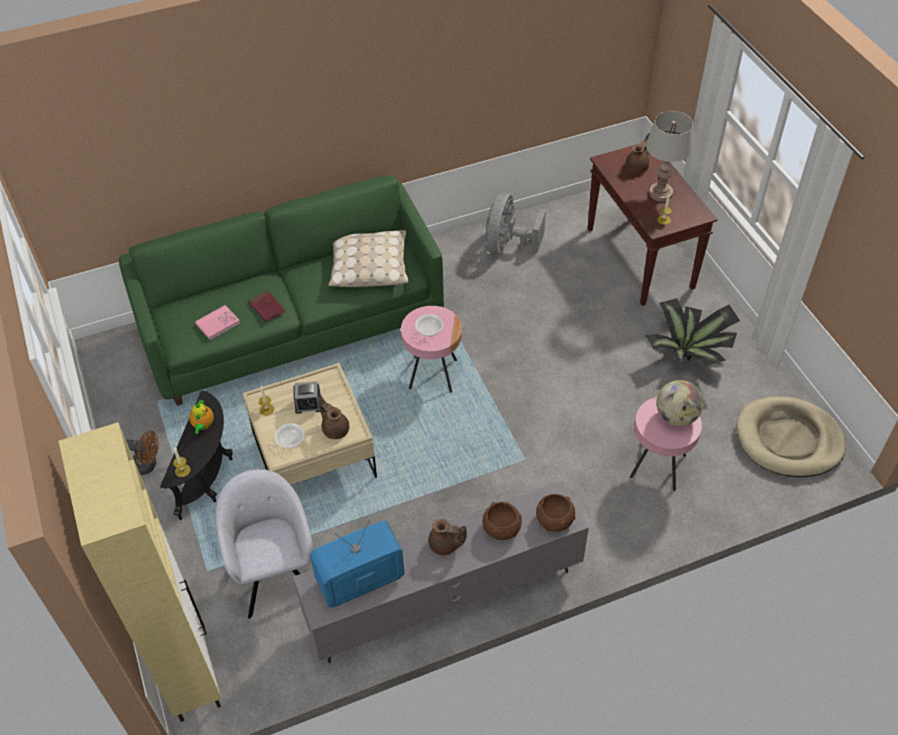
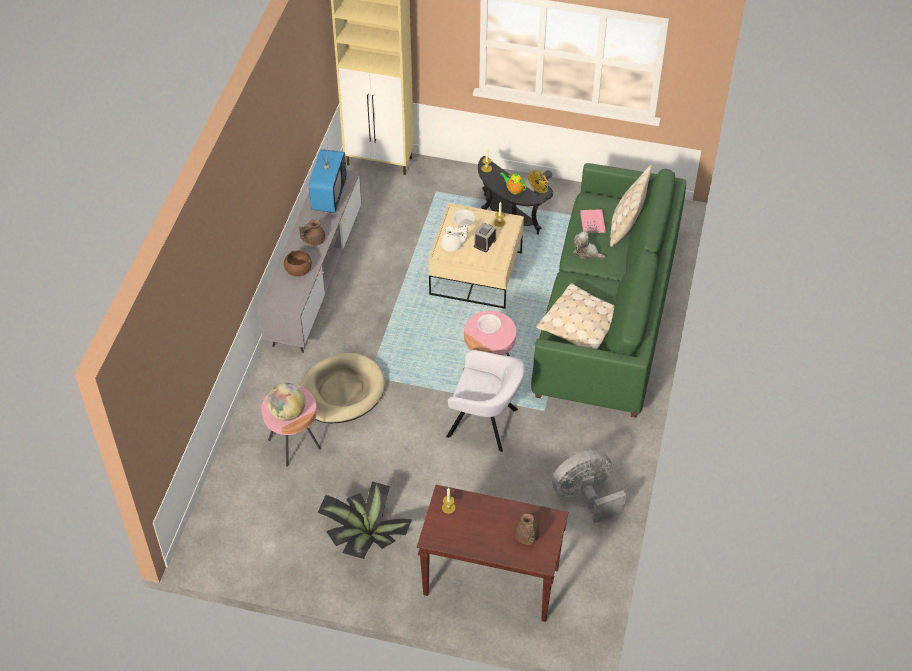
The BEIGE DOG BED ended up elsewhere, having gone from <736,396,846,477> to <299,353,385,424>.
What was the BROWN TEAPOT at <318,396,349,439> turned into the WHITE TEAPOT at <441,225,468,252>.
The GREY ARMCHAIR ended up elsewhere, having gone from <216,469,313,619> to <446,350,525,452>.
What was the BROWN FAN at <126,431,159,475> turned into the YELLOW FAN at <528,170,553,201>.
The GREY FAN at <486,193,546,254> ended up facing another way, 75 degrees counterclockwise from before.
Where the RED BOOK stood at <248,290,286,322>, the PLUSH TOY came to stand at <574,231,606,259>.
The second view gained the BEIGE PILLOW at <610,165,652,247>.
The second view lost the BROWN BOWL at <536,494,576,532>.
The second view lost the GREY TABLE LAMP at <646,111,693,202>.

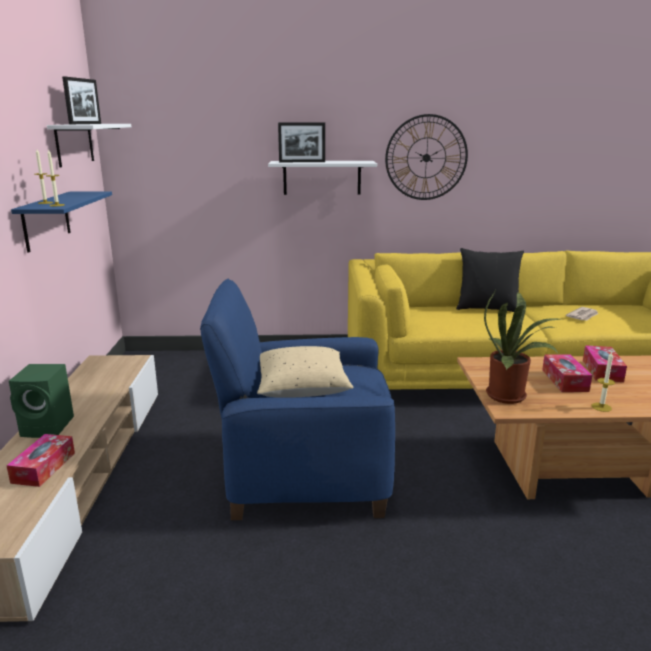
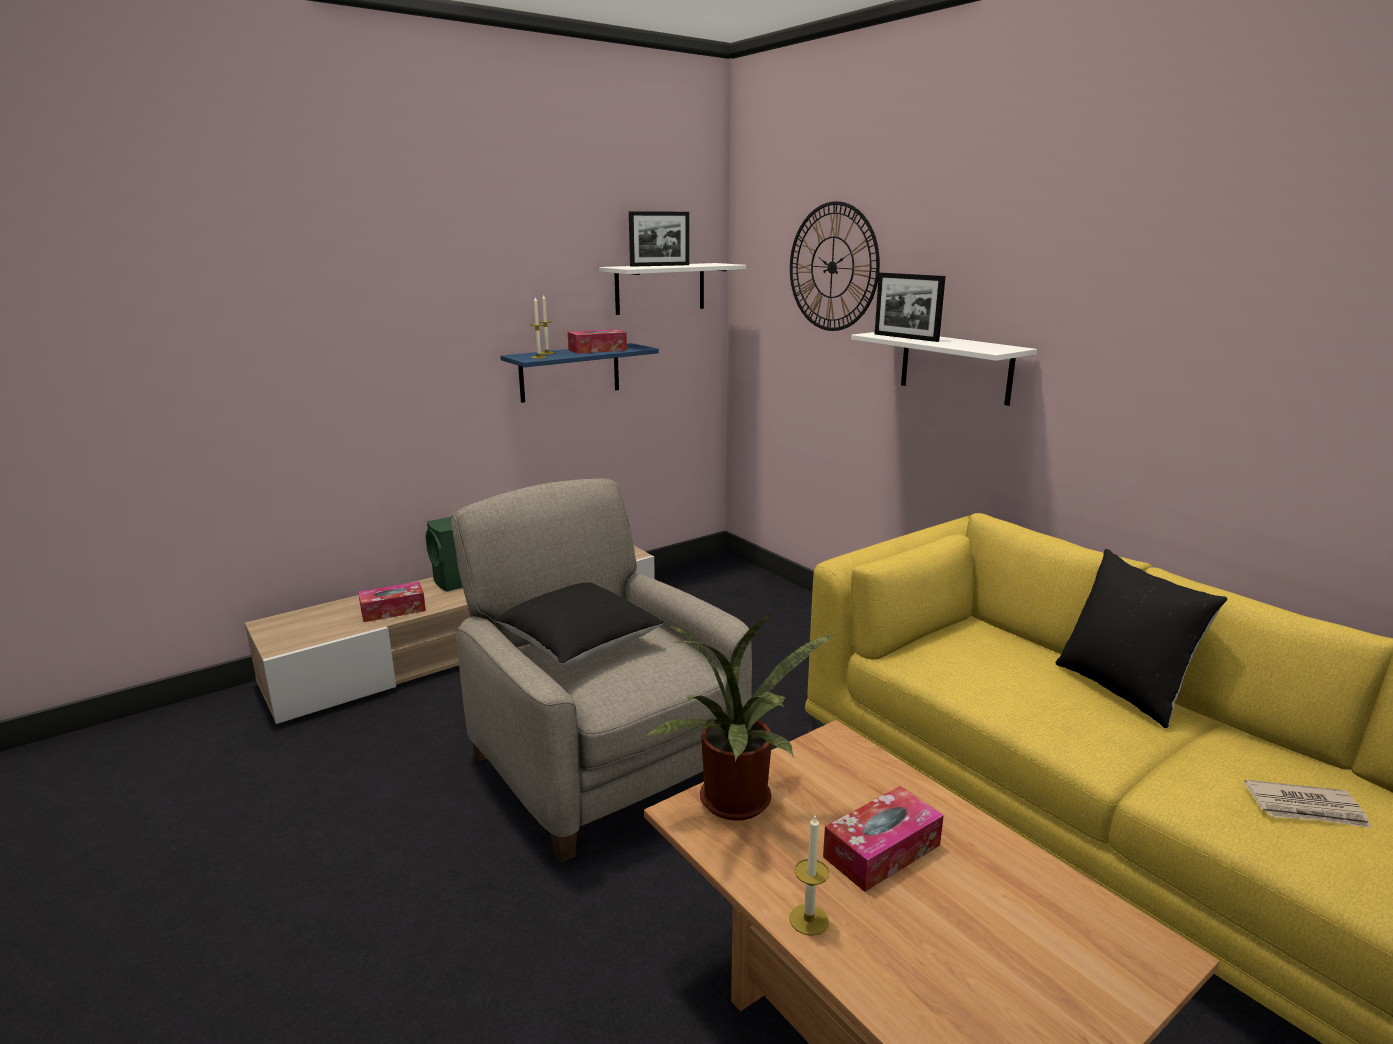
What was the BLUE ARMCHAIR at <200,278,395,520> turned into the BEIGE ARMCHAIR at <452,478,752,863>.
What was the BEIGE PILLOW at <257,346,353,398> turned into the BLACK PILLOW at <493,582,664,665>.
The TISSUE BOX ended up elsewhere, having gone from <583,345,627,382> to <568,329,627,354>.
The WALL CLOCK ended up elsewhere, having gone from <385,114,468,200> to <790,201,880,331>.

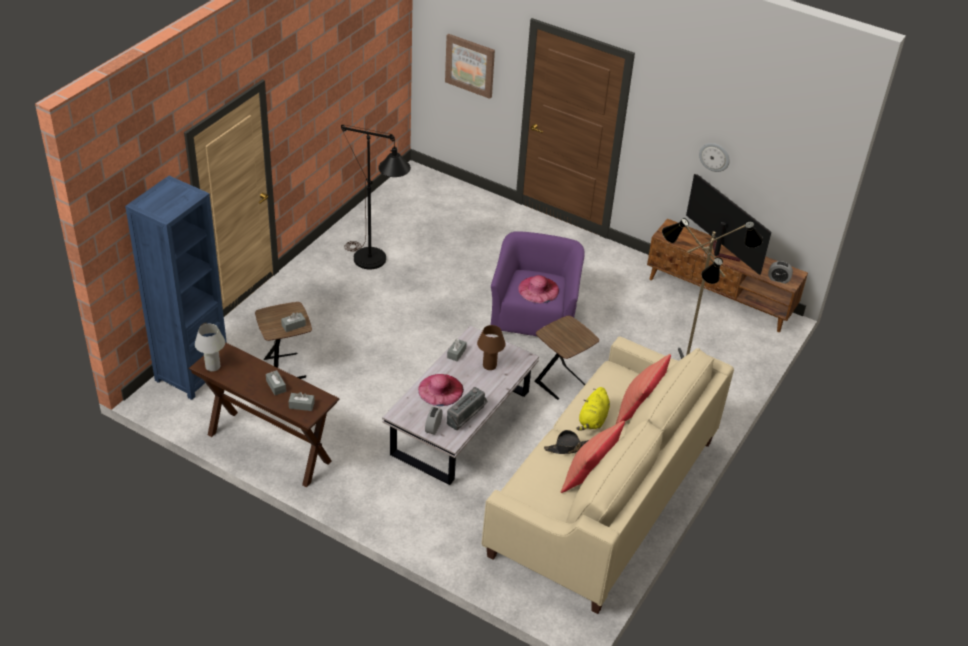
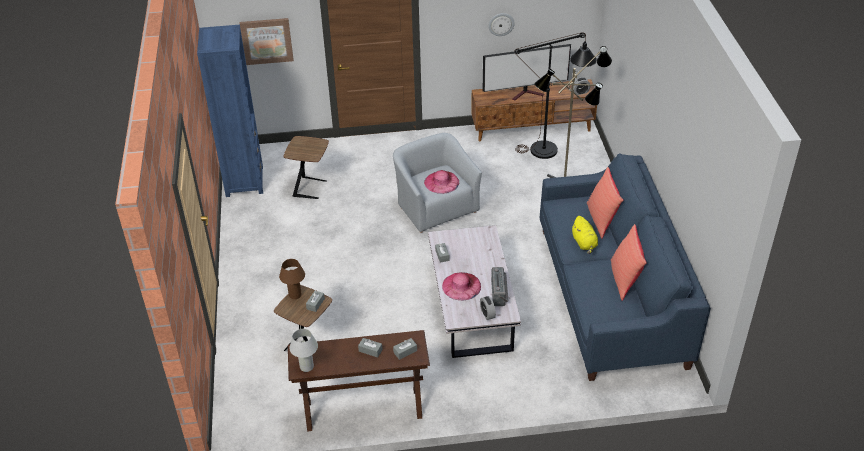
The BLUE BOOKCASE ended up elsewhere, having gone from <125,176,227,400> to <197,25,263,197>.
The BROWN TABLE LAMP ended up elsewhere, having gone from <477,325,506,370> to <279,259,305,299>.
The BROWN SIDE TABLE ended up elsewhere, having gone from <534,315,599,400> to <283,136,329,199>.
What was the PURPLE ARMCHAIR at <490,231,585,336> turned into the GREY ARMCHAIR at <393,133,482,233>.
The TELEVISION at <686,174,772,275> ended up facing another way, 150 degrees clockwise from before.
The BLACK FLOOR LAMP ended up elsewhere, having gone from <341,124,411,270> to <514,32,597,159>.
What was the BEIGE SOFA at <482,336,734,614> turned into the BLUE SOFA at <539,153,711,381>.
The second view lost the BLACK HAT at <544,430,589,454>.

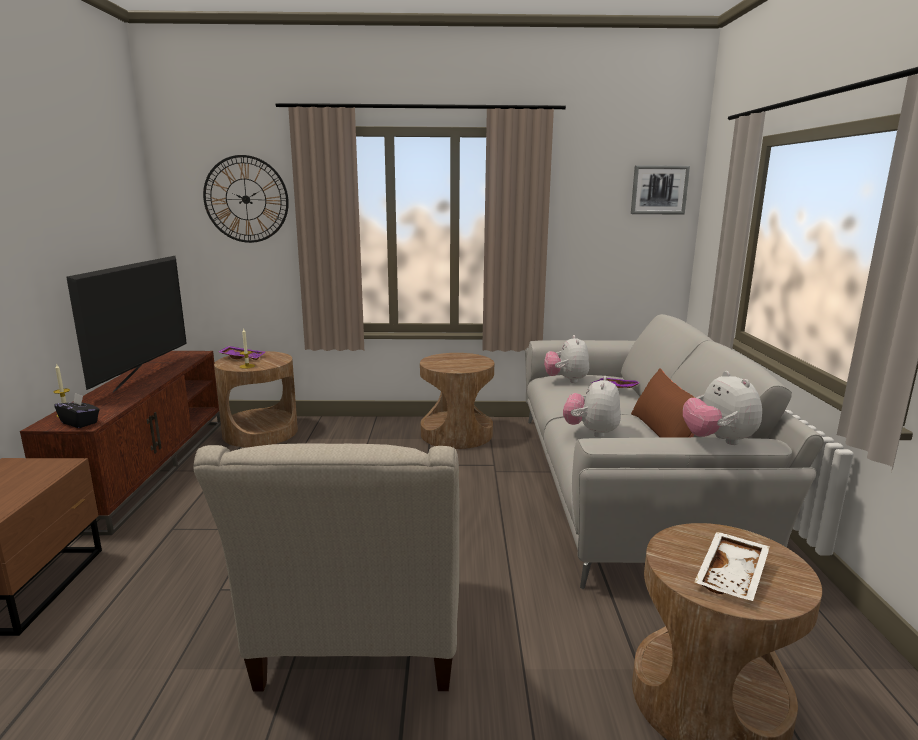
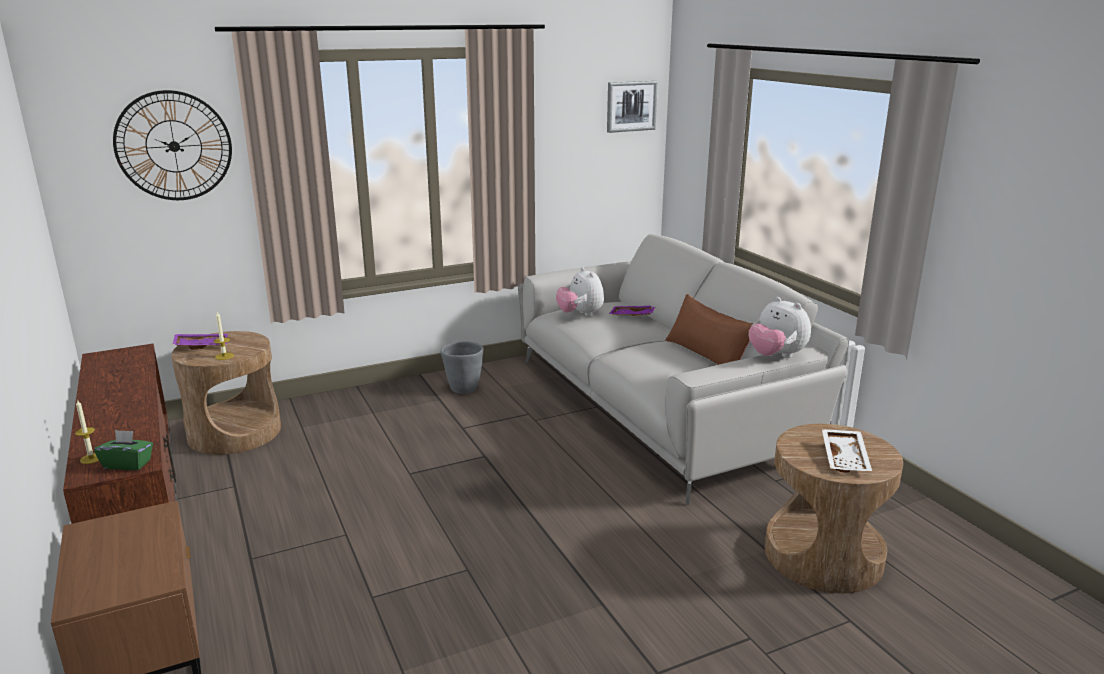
What was the BLACK TISSUE BOX at <54,393,100,428> turned into the GREEN TISSUE BOX at <94,430,153,470>.
Where the BROWN SIDE TABLE stood at <420,353,494,449>, the GREY PLANTER came to stand at <441,341,483,394>.
The second view lost the TELEVISION at <66,256,187,392>.
The second view lost the BEIGE ARMCHAIR at <194,443,459,691>.
The second view lost the PLUSH TOY at <563,376,621,438>.

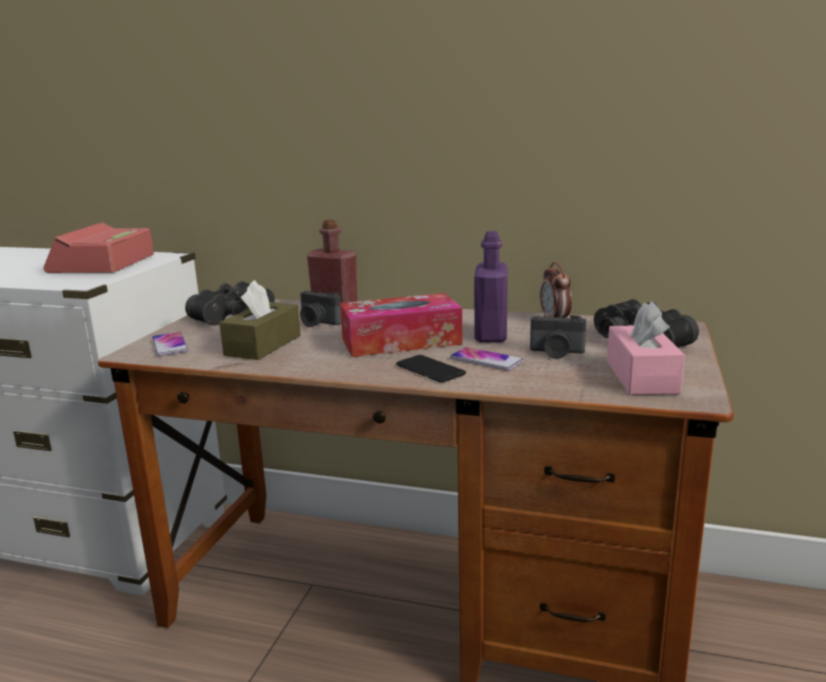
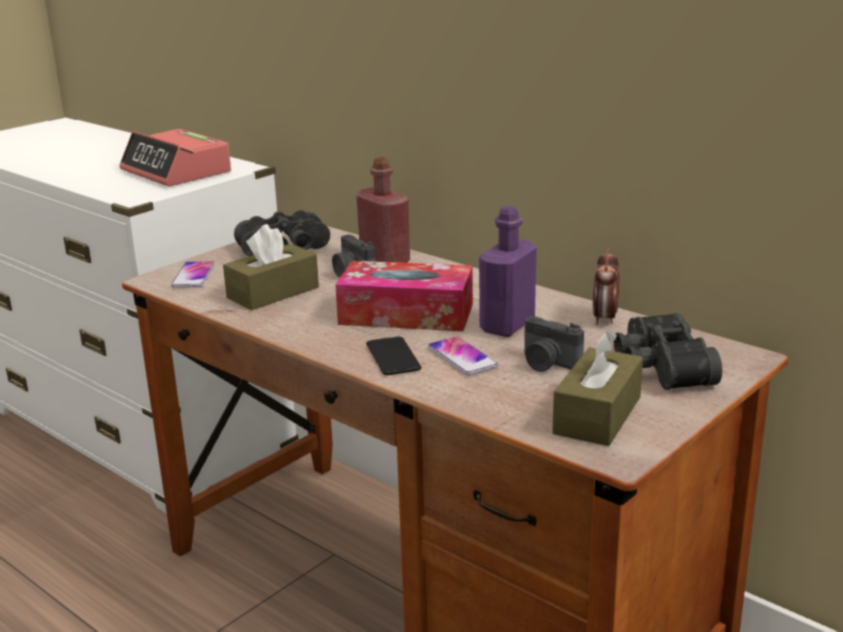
The ALARM CLOCK at <44,222,154,273> ended up facing another way, 75 degrees counterclockwise from before.
What was the PINK TISSUE BOX at <607,301,685,395> turned into the BROWN TISSUE BOX at <552,331,643,446>.

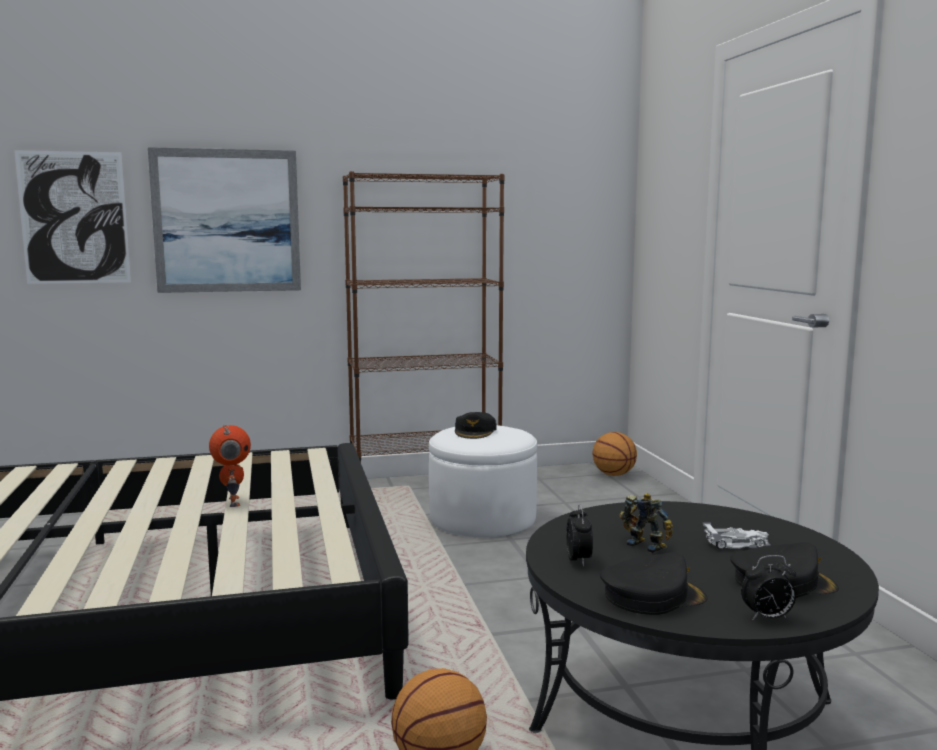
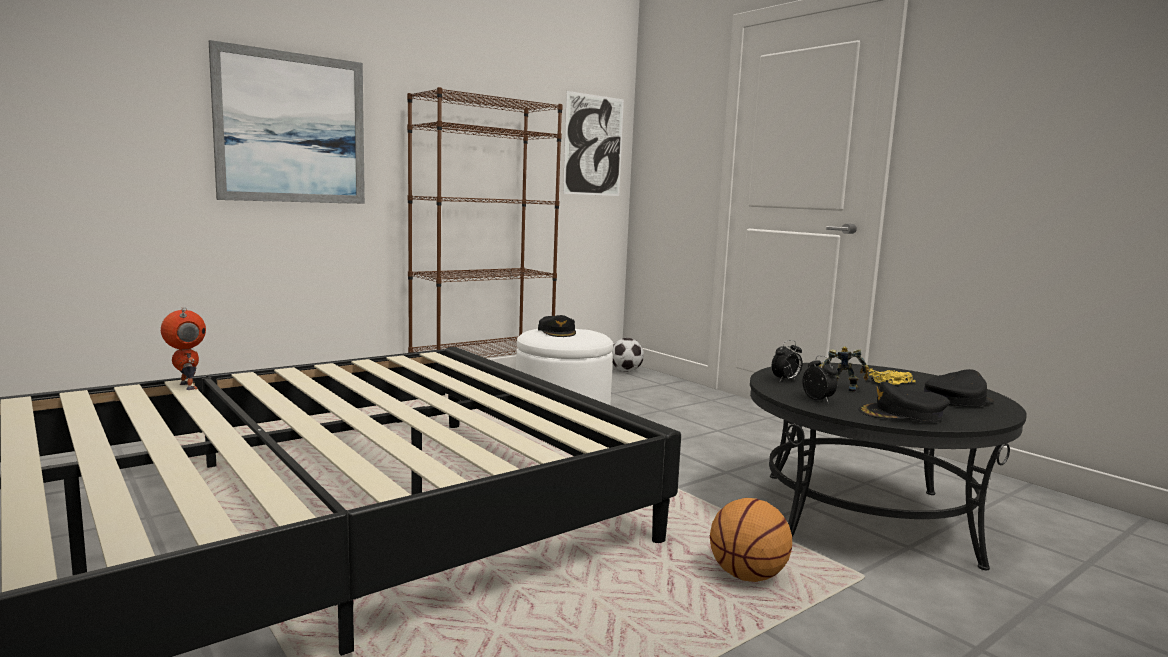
The TOY ROBOT ended up elsewhere, having gone from <209,425,251,507> to <161,307,206,390>.
The PICTURE ended up elsewhere, having gone from <14,150,131,284> to <563,91,624,196>.
Where the BASKETBALL stood at <592,432,637,476>, the FOOTBALL came to stand at <612,338,644,372>.
The ALARM CLOCK ended up elsewhere, having gone from <741,555,796,620> to <772,340,802,381>.
The BLACK CAP at <600,552,707,615> ended up facing another way, 135 degrees counterclockwise from before.
What was the WHITE TOY CAR at <703,522,771,549> turned into the YELLOW TOY CAR at <869,368,916,385>.

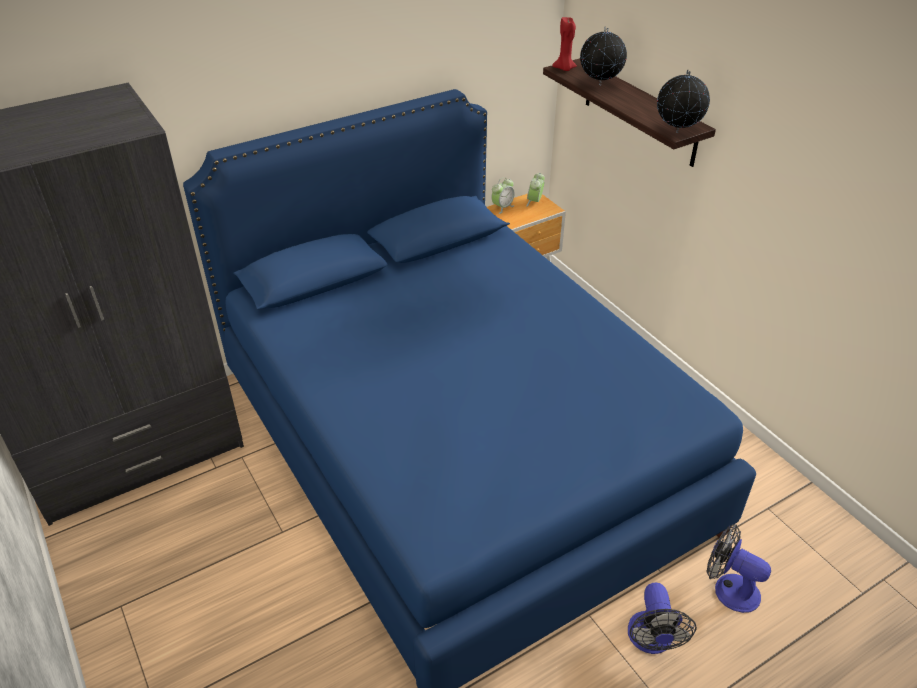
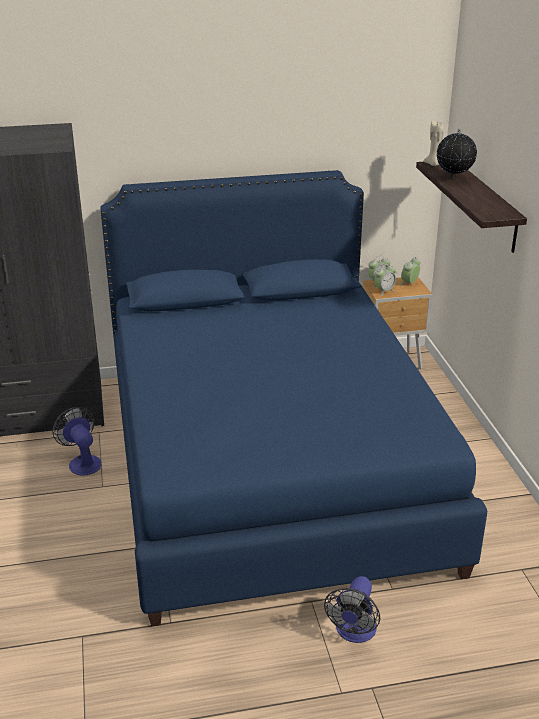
The FAN ended up elsewhere, having gone from <707,524,771,613> to <52,407,101,476>.
The second view gained the ALARM CLOCK at <374,263,396,296>.
What was the RED CANDLE at <552,17,577,71> turned into the BEIGE CANDLE at <424,121,444,166>.
The second view lost the GLOBE at <657,70,710,133>.

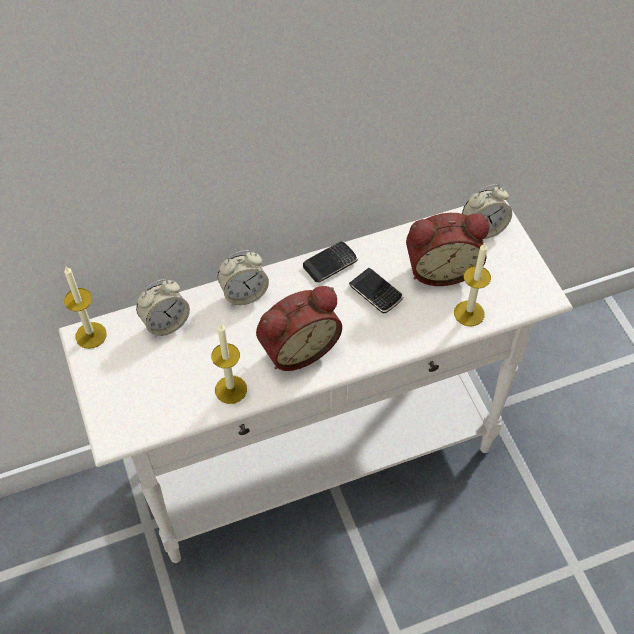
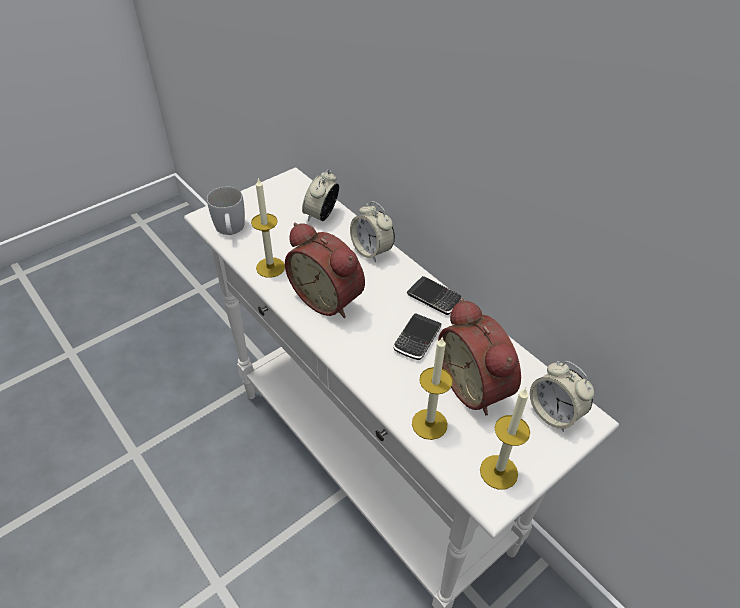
The second view gained the WHITE MUG at <207,186,245,235>.
The ALARM CLOCK at <136,279,190,337> ended up facing another way, 75 degrees clockwise from before.
The CANDLE ended up elsewhere, having gone from <64,266,107,349> to <480,388,530,490>.

